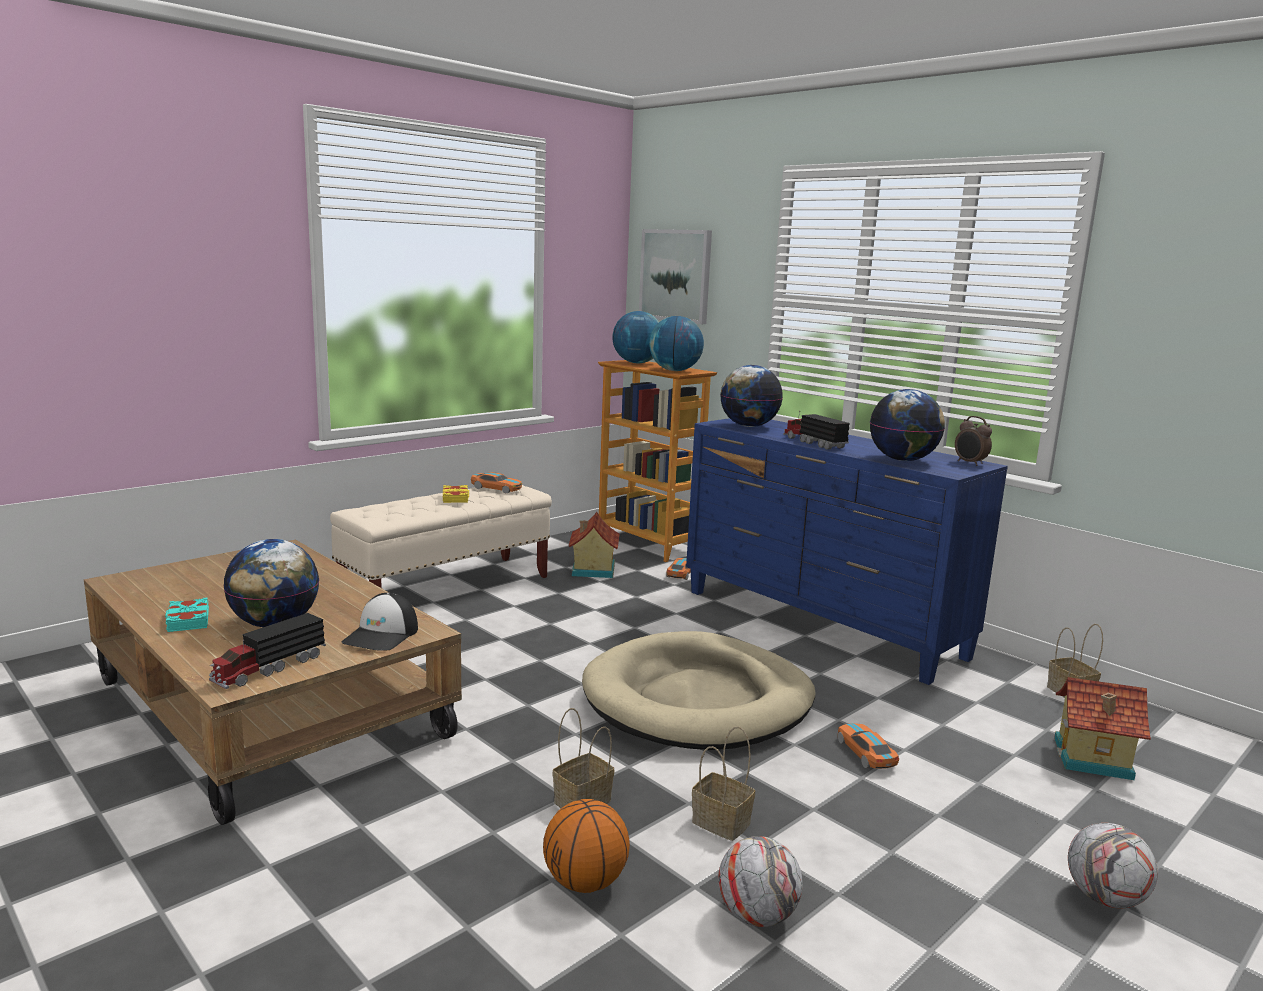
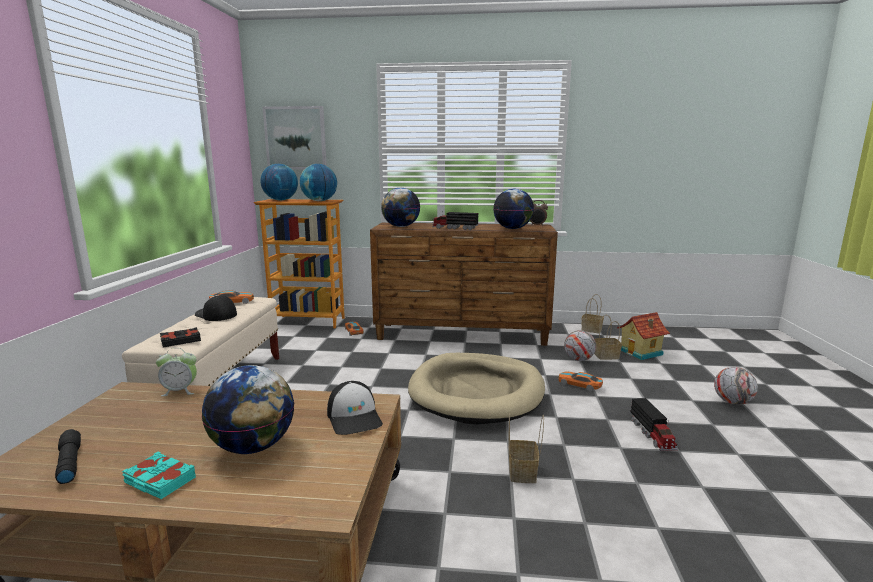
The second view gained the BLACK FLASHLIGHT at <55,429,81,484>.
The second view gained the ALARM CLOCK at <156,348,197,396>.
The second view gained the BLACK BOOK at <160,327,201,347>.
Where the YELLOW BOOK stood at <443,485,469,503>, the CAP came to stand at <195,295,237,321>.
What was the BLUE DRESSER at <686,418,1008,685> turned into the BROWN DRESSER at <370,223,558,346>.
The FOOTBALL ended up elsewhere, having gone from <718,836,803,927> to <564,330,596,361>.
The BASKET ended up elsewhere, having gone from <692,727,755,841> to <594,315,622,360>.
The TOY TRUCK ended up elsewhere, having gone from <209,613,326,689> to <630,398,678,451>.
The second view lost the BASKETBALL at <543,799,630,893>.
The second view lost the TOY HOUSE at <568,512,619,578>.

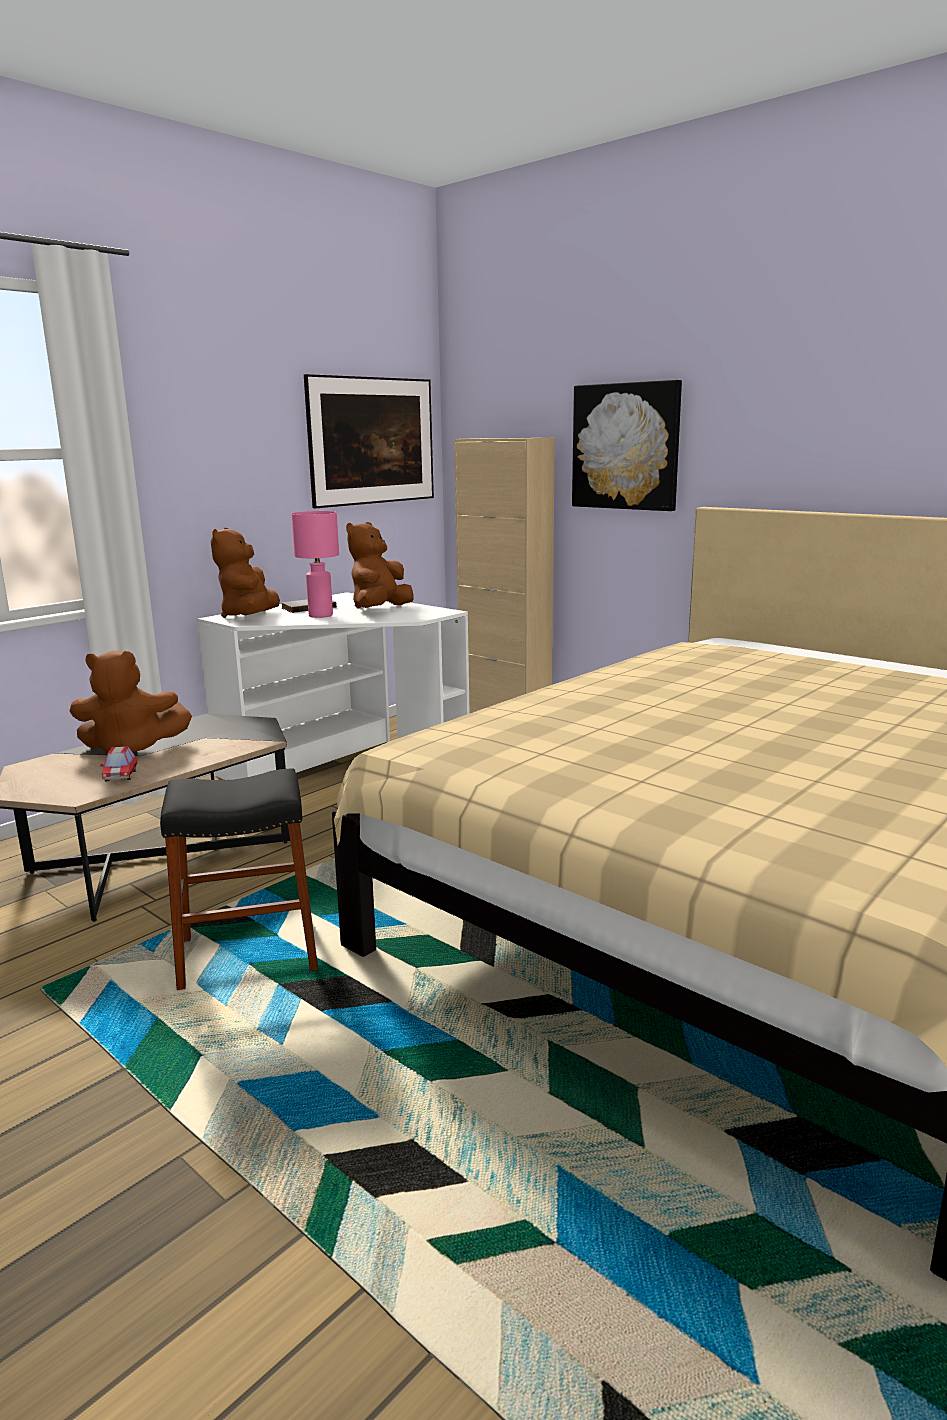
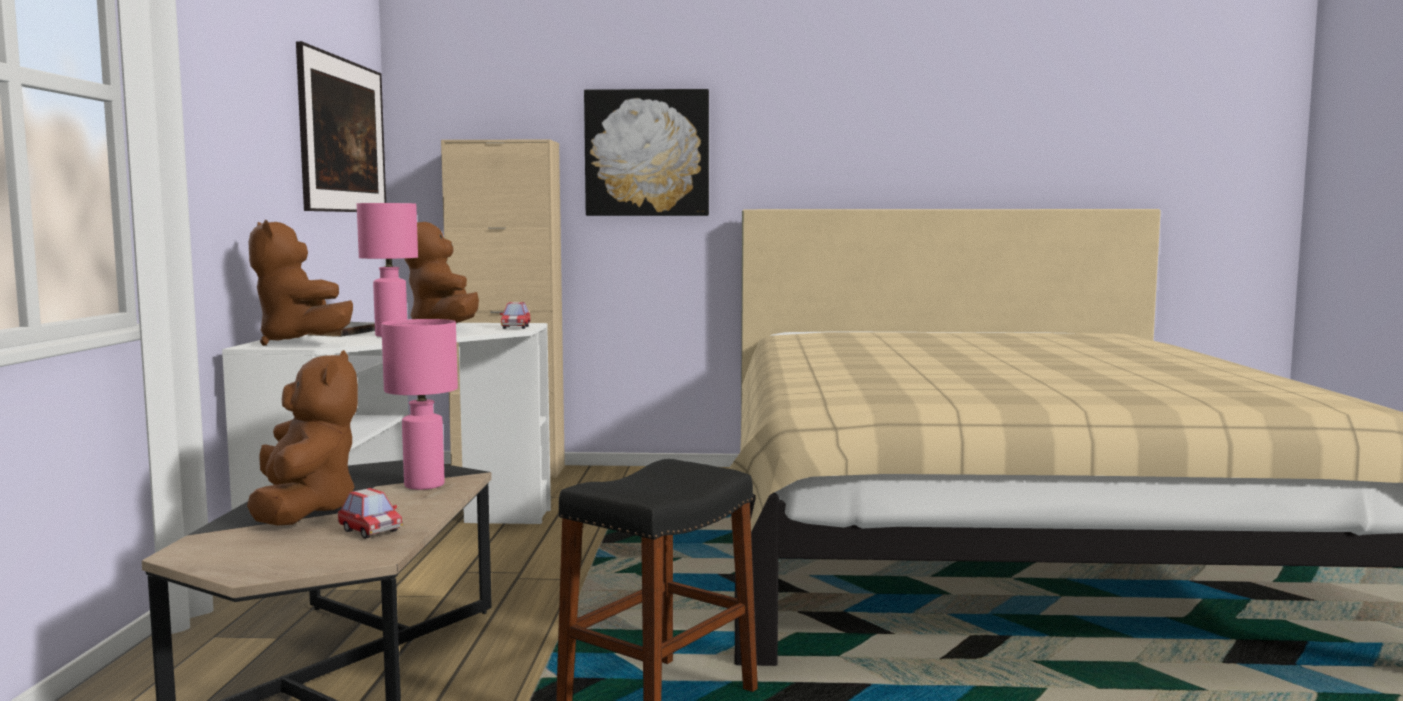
The BROWN PLUSH TOY at <69,650,192,753> ended up facing another way, 60 degrees counterclockwise from before.
The second view gained the PINK TABLE LAMP at <381,319,458,490>.
The second view gained the TOY CAR at <500,302,531,329>.

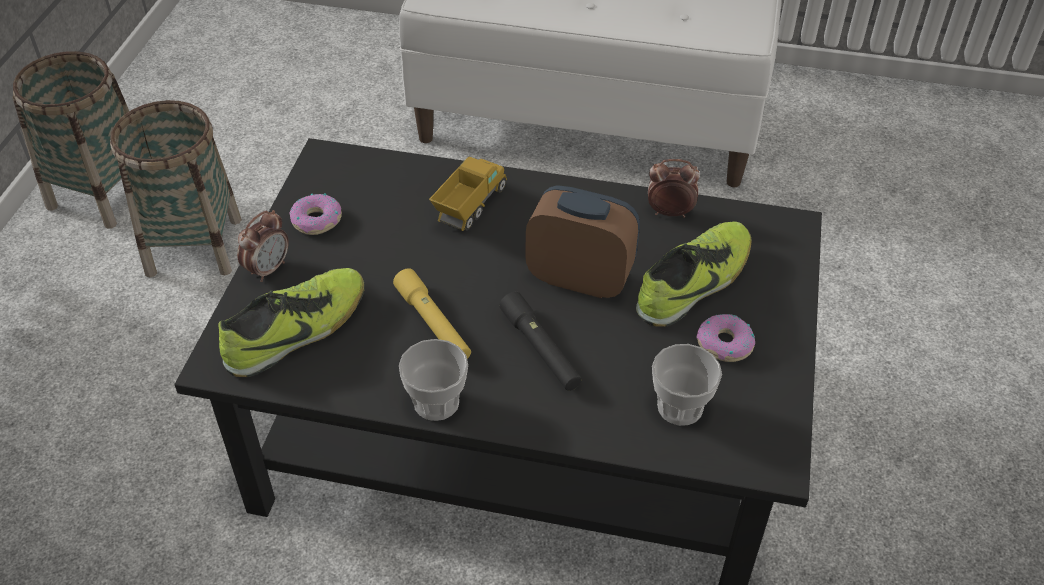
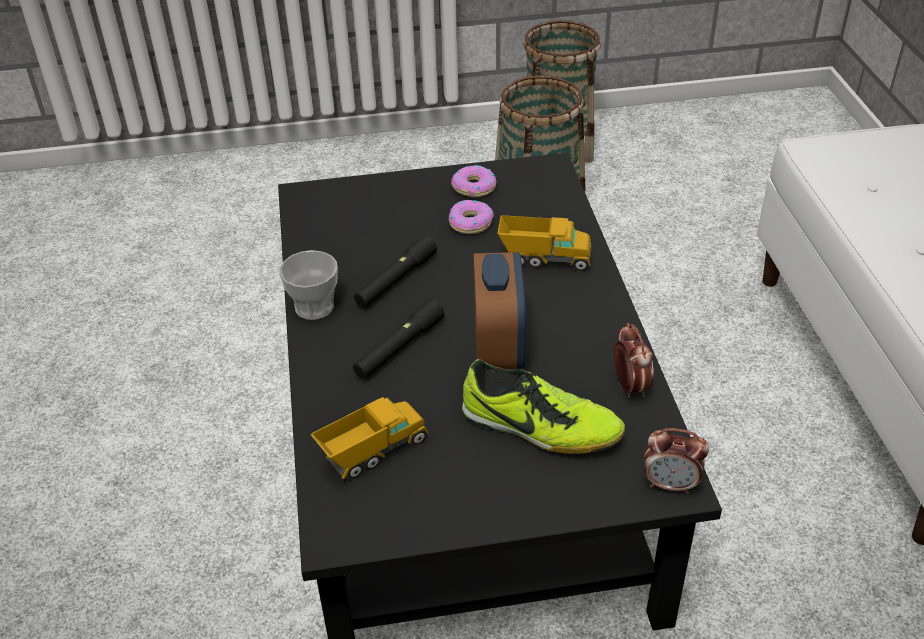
Where the CUP stood at <652,344,722,426>, the TOY TRUCK came to stand at <311,397,428,479>.
What was the YELLOW FLASHLIGHT at <393,268,471,359> turned into the BLACK FLASHLIGHT at <354,236,437,308>.
The DONUT ended up elsewhere, having gone from <696,314,755,362> to <448,200,494,234>.
The ALARM CLOCK ended up elsewhere, having gone from <237,210,289,282> to <644,428,709,494>.
The second view lost the SHOE at <218,268,365,377>.

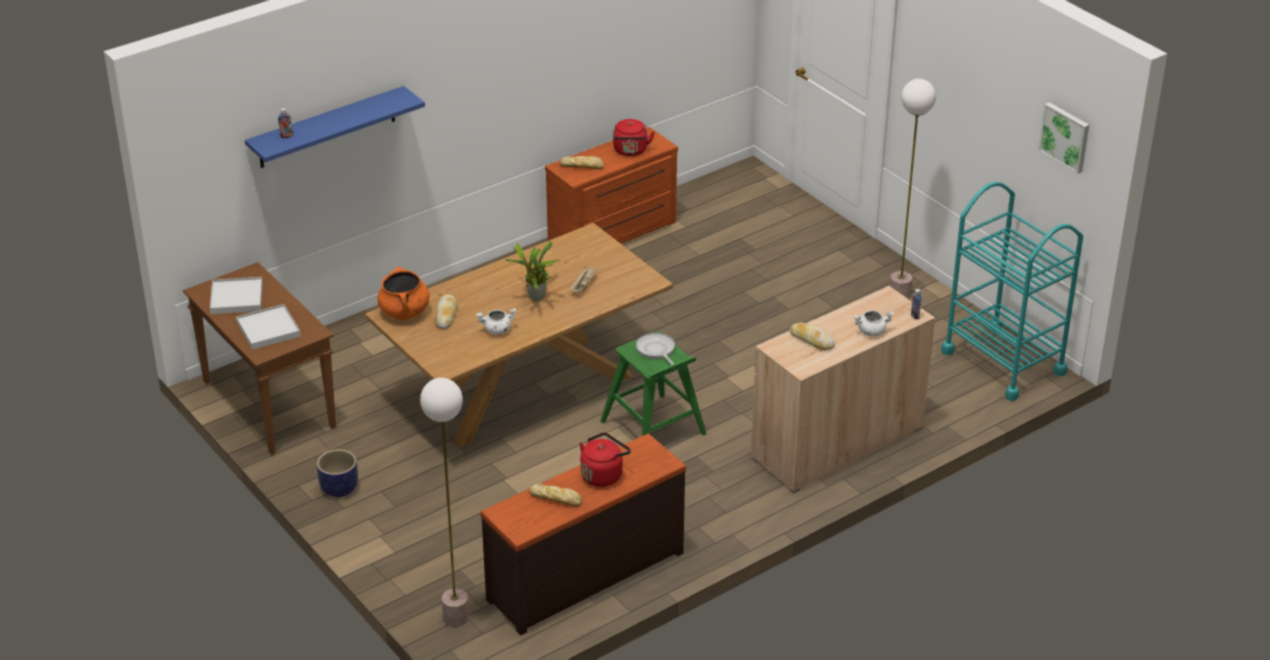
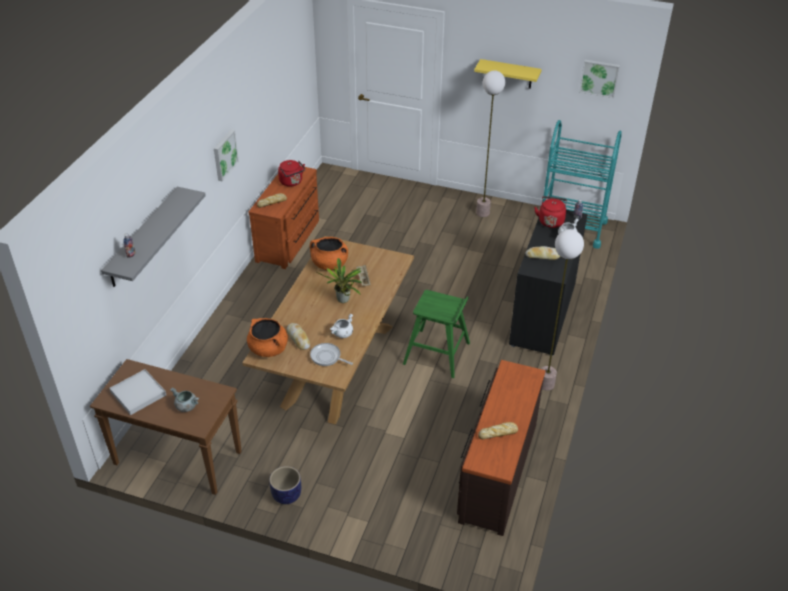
What was the BLUE SHELF at <245,86,425,168> turned into the GREY SHELF at <101,187,206,287>.
Where the WHITE TRAY stood at <236,304,301,350>, the GREY COOKING POT came to stand at <170,388,199,412>.
The second view gained the PICTURE at <214,129,239,181>.
The second view gained the ORANGE COOKING POT at <310,237,348,270>.
The FRYING PAN ended up elsewhere, having gone from <636,333,675,365> to <310,343,353,366>.
The second view gained the YELLOW SHELF at <474,59,542,89>.
What was the BEIGE CABINET at <751,286,935,493> turned into the BLACK CABINET at <509,210,588,356>.
The RED KETTLE ended up elsewhere, having gone from <579,432,631,487> to <534,196,567,228>.
The FLOOR LAMP ended up elsewhere, having gone from <420,378,469,627> to <541,229,584,390>.

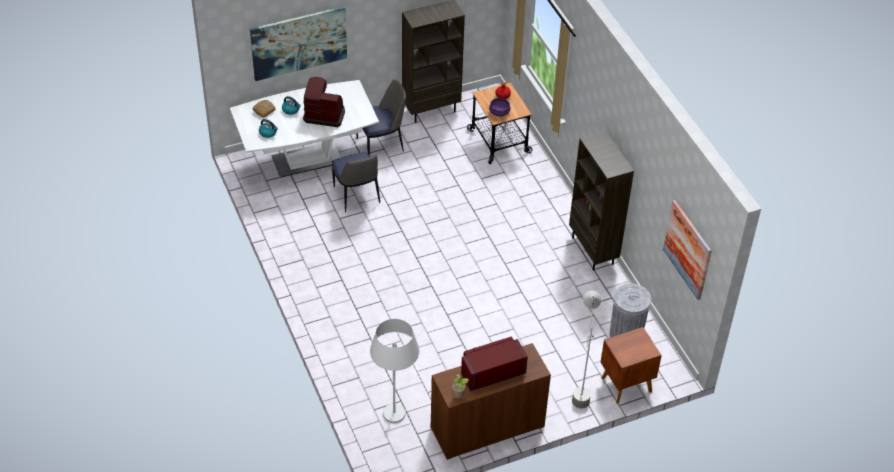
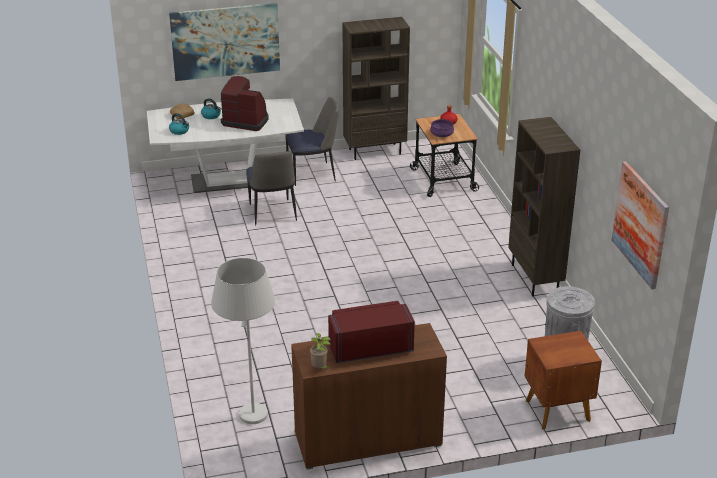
The second view lost the GREY FLOOR LAMP at <572,291,601,408>.

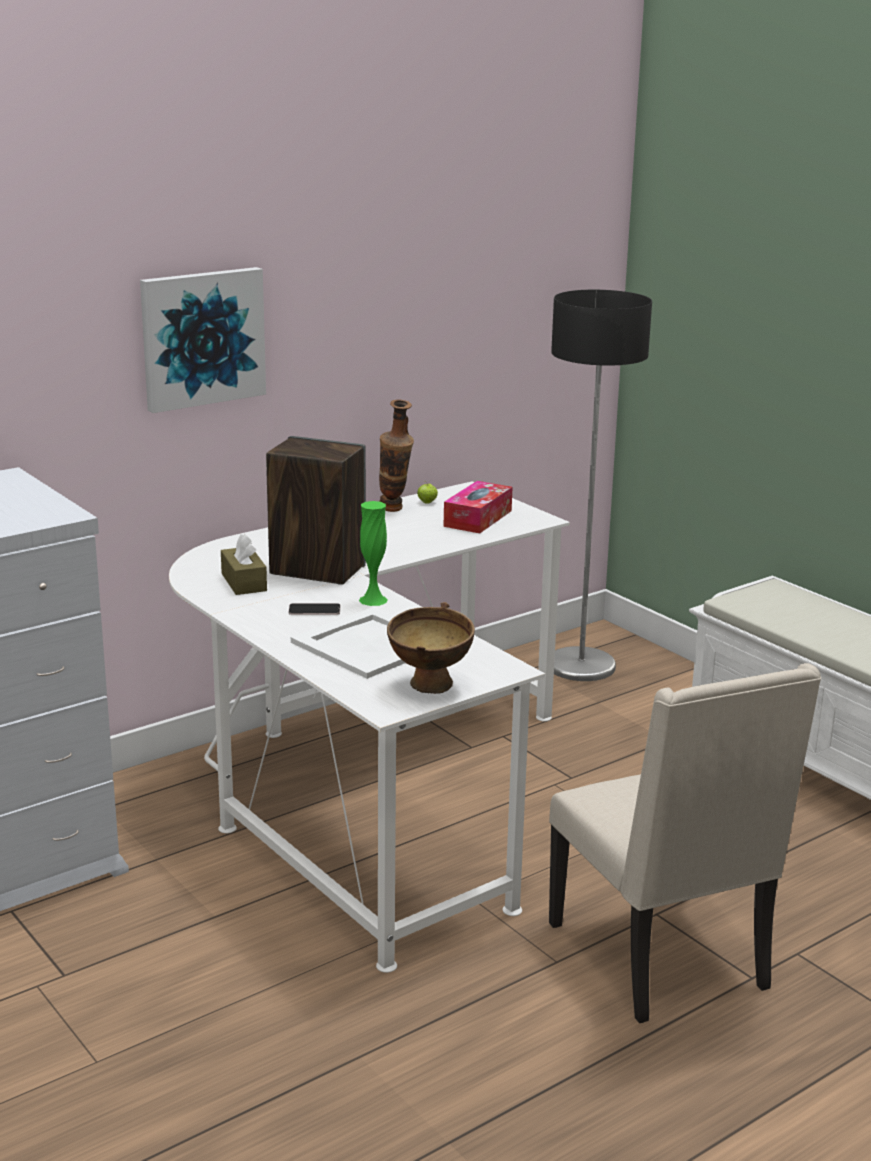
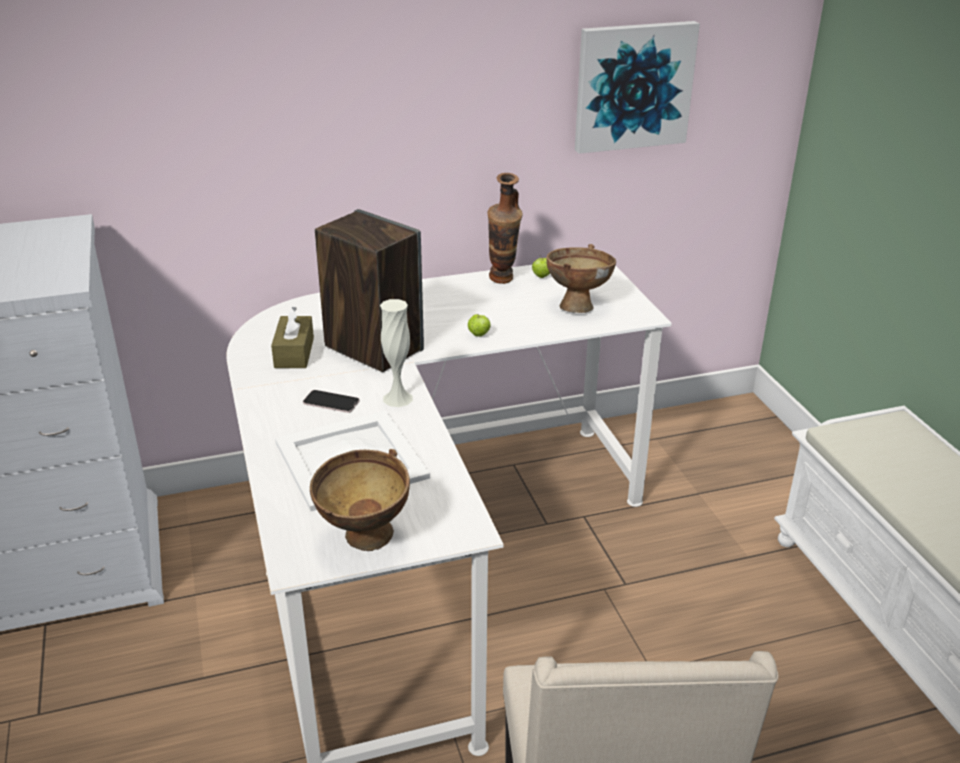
What was the GREEN VASE at <359,501,388,606> turned into the WHITE VASE at <380,299,413,407>.
The second view gained the APPLE at <468,314,491,337>.
Where the TISSUE BOX stood at <444,481,513,533>, the BROWN BOWL came to stand at <547,244,616,313>.
The PICTURE ended up elsewhere, having gone from <140,267,266,413> to <575,21,700,154>.
The second view lost the FLOOR LAMP at <551,290,652,681>.

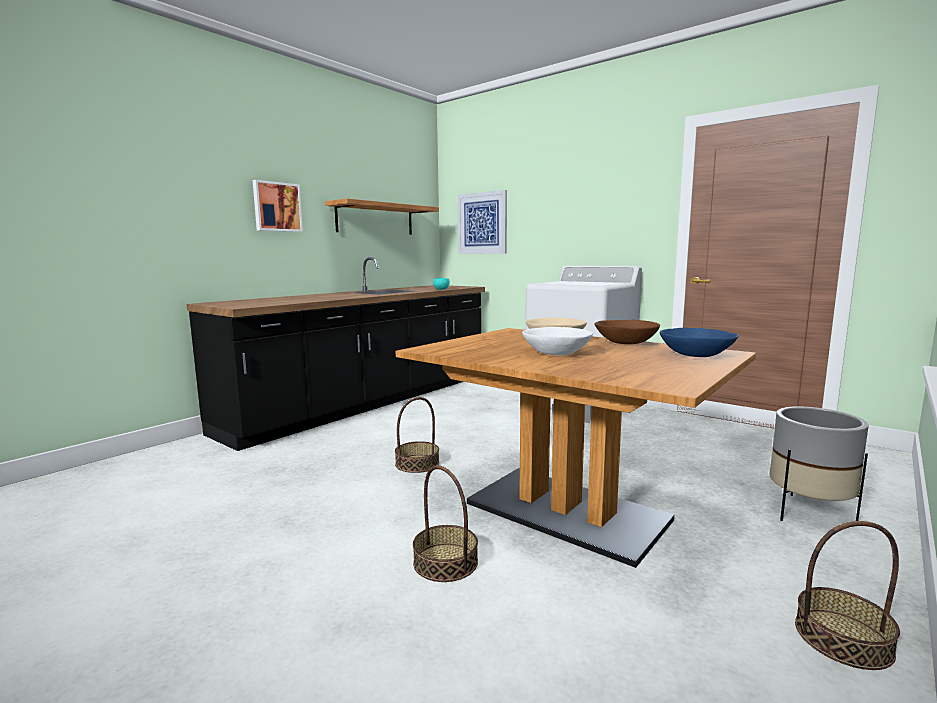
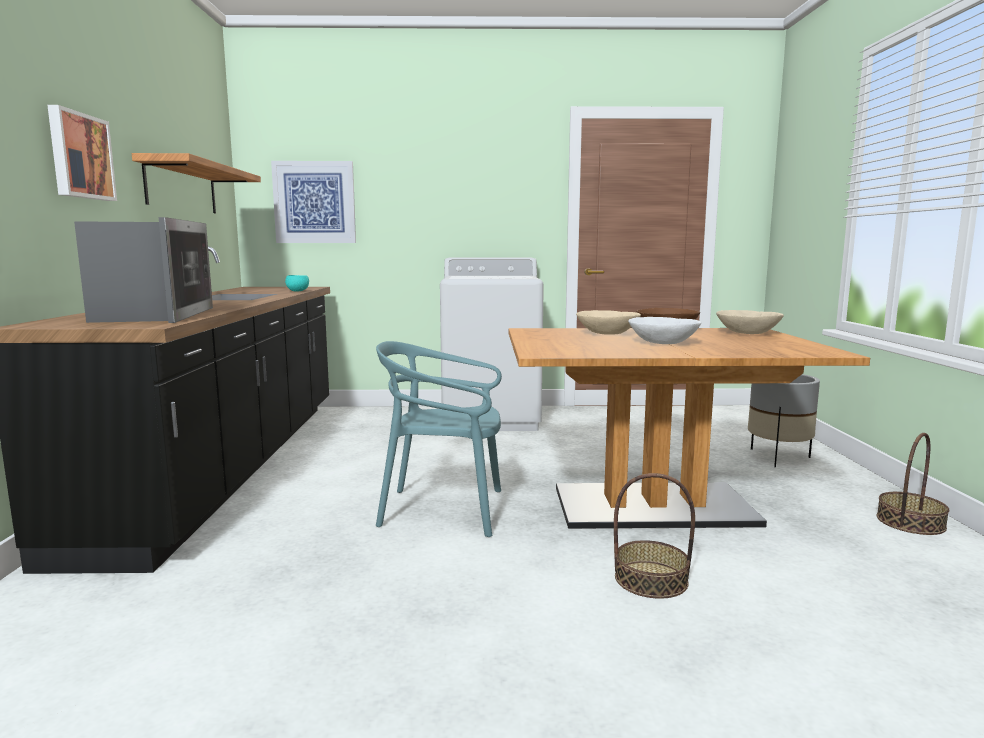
The second view gained the MICROWAVE at <74,217,213,323>.
Where the BASKET stood at <395,397,439,473>, the TURQUOISE CHAIR came to stand at <376,341,502,537>.
What was the BLUE BOWL at <659,328,739,357> turned into the BEIGE BOWL at <716,310,784,334>.

